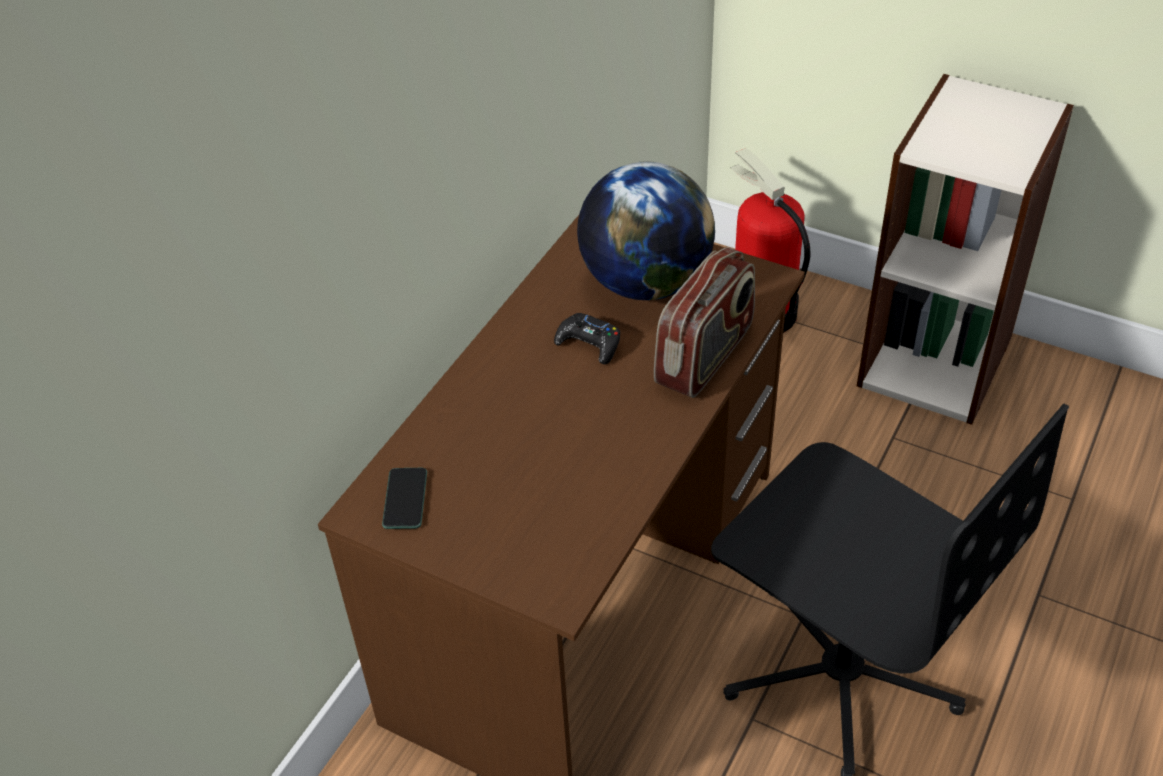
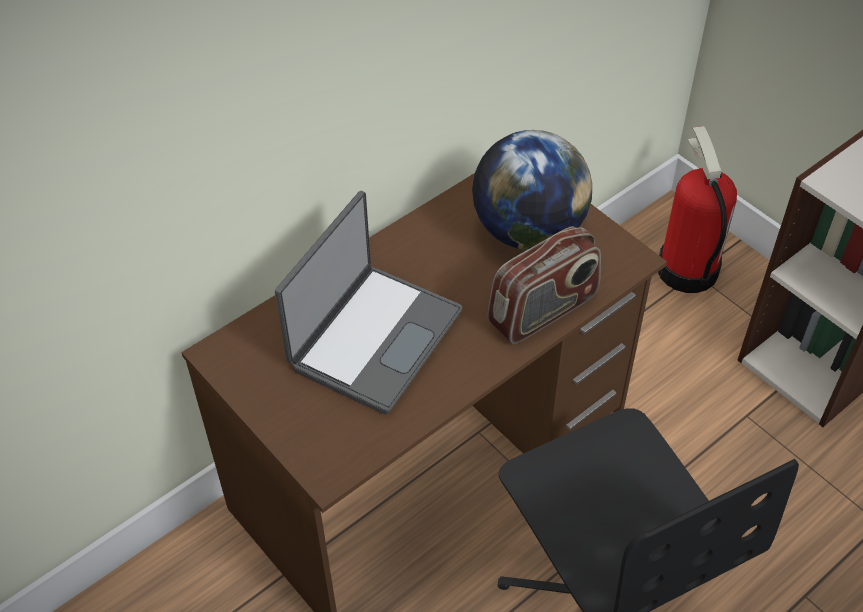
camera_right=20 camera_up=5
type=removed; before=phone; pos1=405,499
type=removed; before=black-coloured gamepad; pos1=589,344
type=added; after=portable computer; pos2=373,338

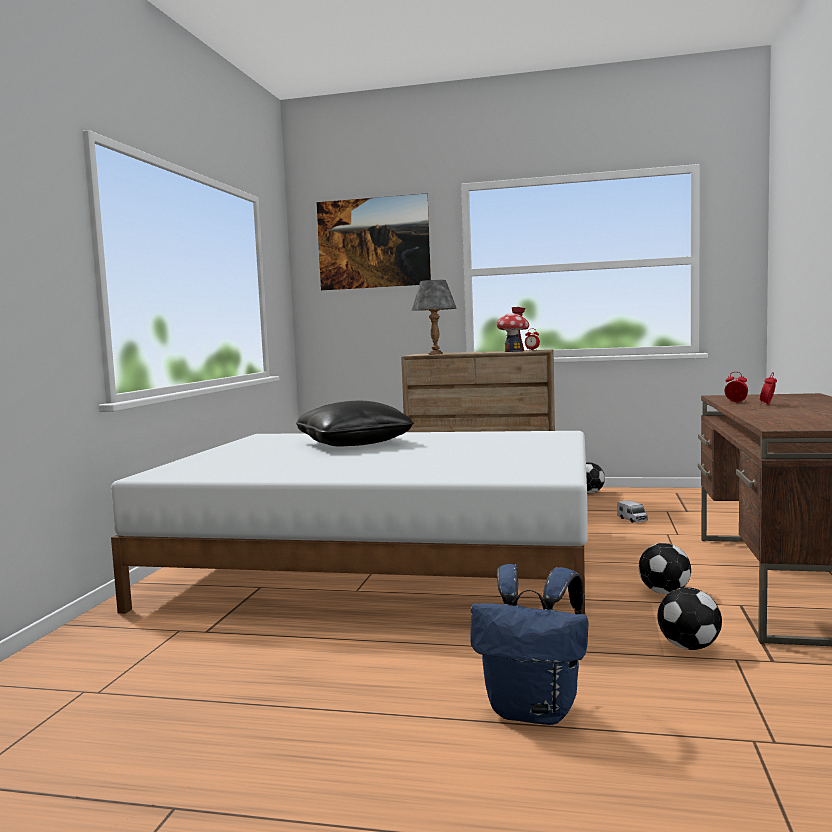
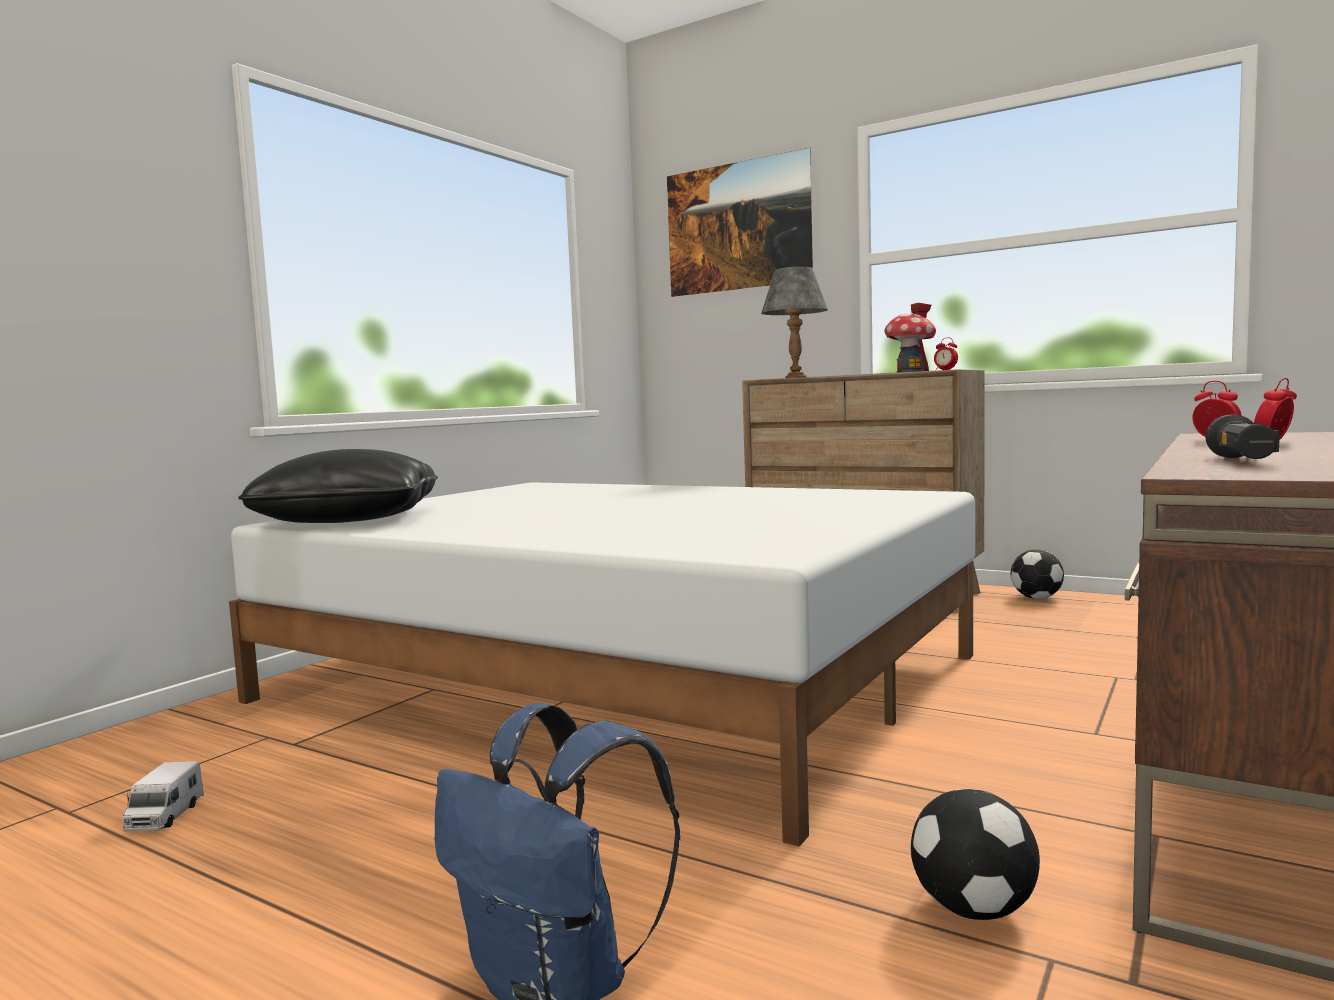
camera_right=20 camera_up=0
type=moved; before=black-coloured throw pillow; pos1=354,443; pos2=350,519
type=moved; before=model truck; pos1=632,519; pos2=164,816
type=removed; before=football ball; pos1=665,592
type=added; after=black-coloured torch; pos2=1242,461

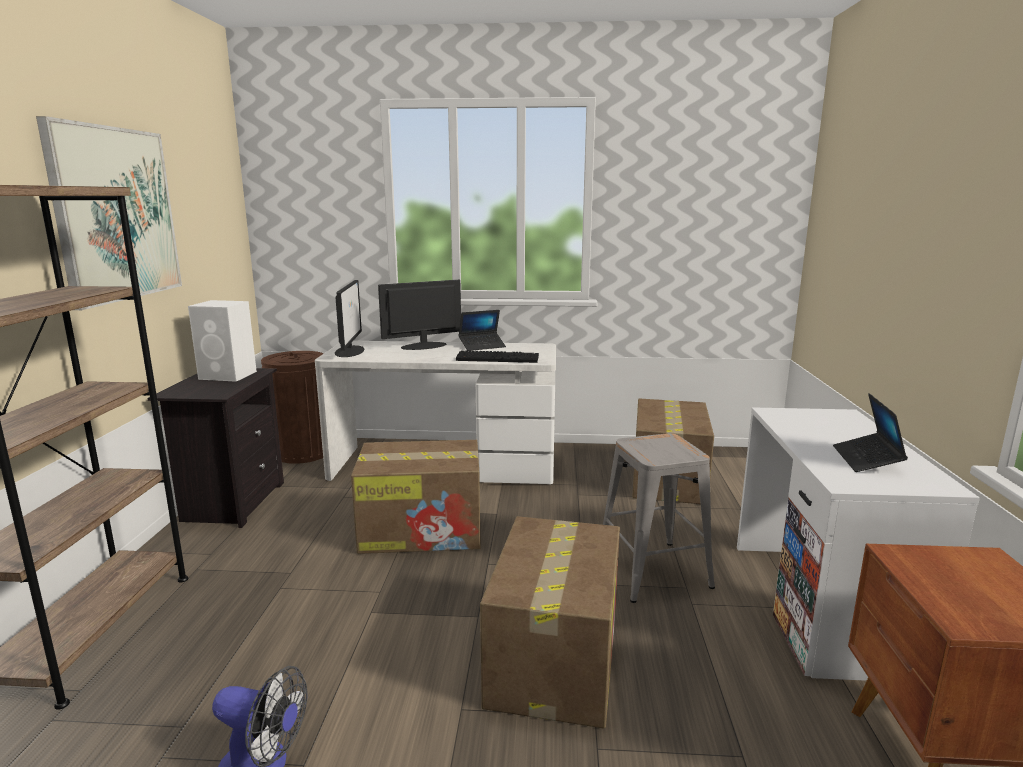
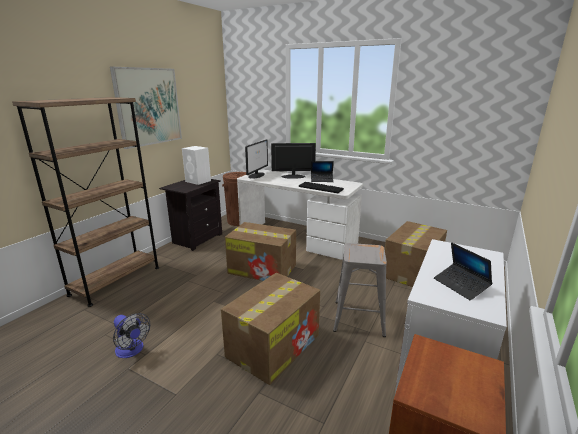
camera_right=25 camera_up=5
type=turned; before=portable computer; pos1=867,460; pos2=460,285; turn=-60

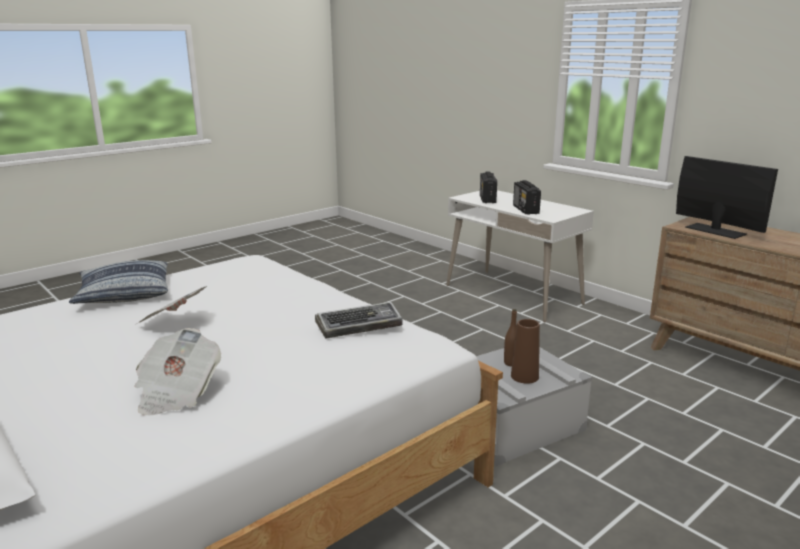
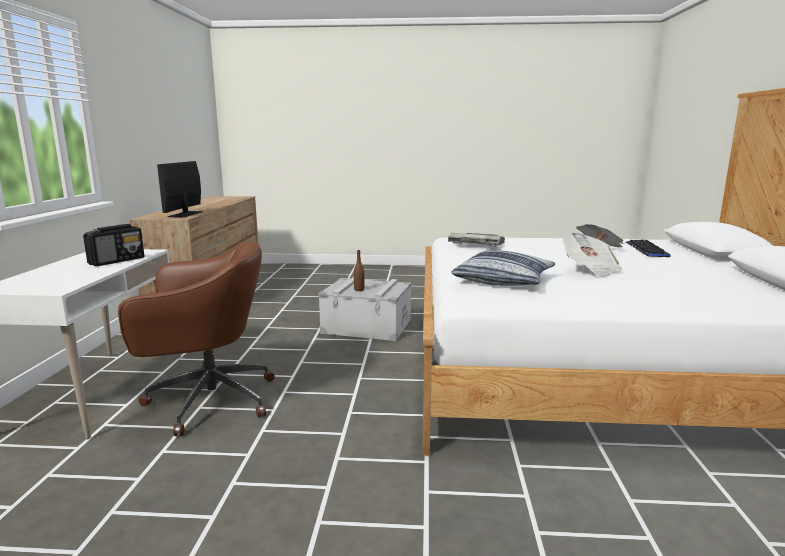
camera_right=-135 camera_up=-5
type=moved; before=throw pillow; pos1=124,293; pos2=504,280
type=removed; before=radio receiver; pos1=487,199
type=removed; before=brownish vase; pos1=524,376
type=added; after=brownish desk chair; pos2=207,400
type=added; after=PC keyboard; pos2=646,249

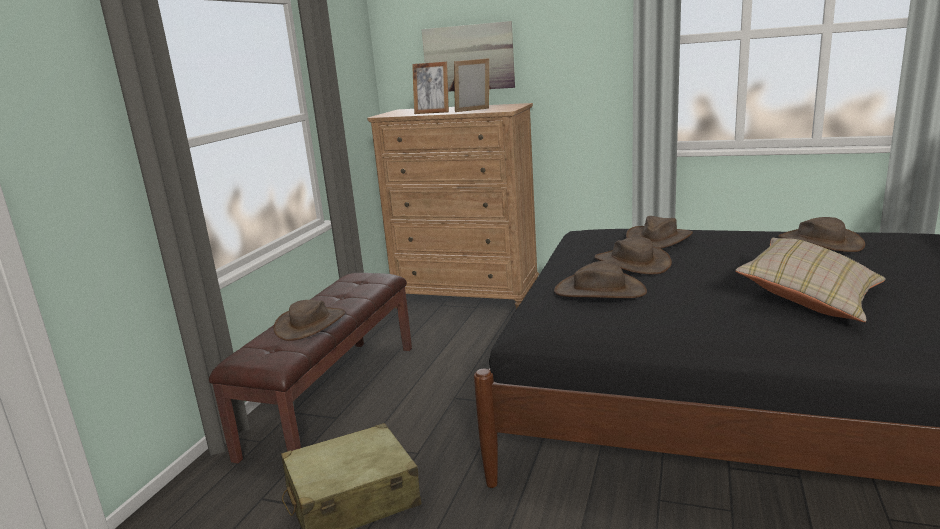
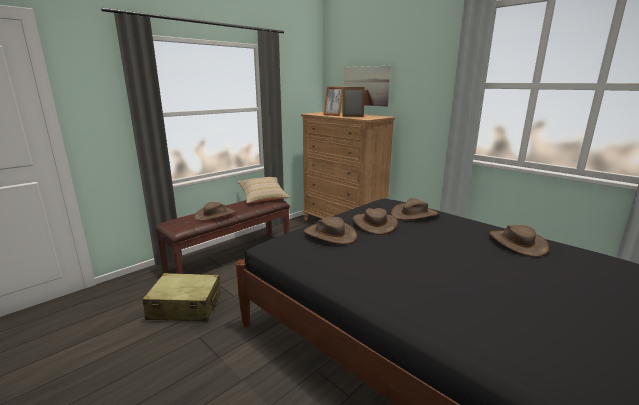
camera_right=25 camera_up=0
type=moved; before=sand-coloured throw pillow; pos1=809,299; pos2=263,198

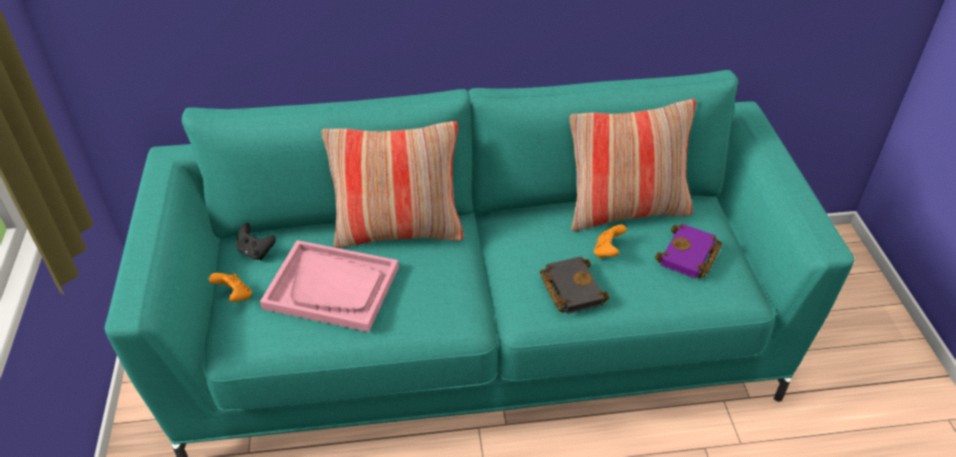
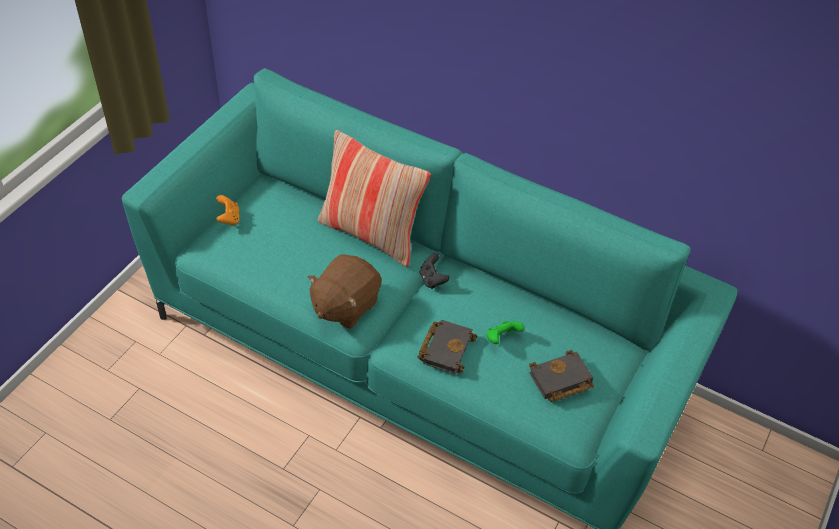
camera_right=35 camera_up=5
type=moved; before=black-coloured gamepad; pos1=256,252; pos2=432,280
type=removed; before=pink tray; pos1=332,287
type=removed; before=throw pillow; pos1=626,211
type=recoloured; before=orange-coloured gamepad; after=green gamepad; pos1=607,251; pos2=502,339
type=recoloured; before=purple-coloured book; after=black-coloured book; pos1=689,257; pos2=560,381
type=added; after=brownish soft toy; pos2=345,305

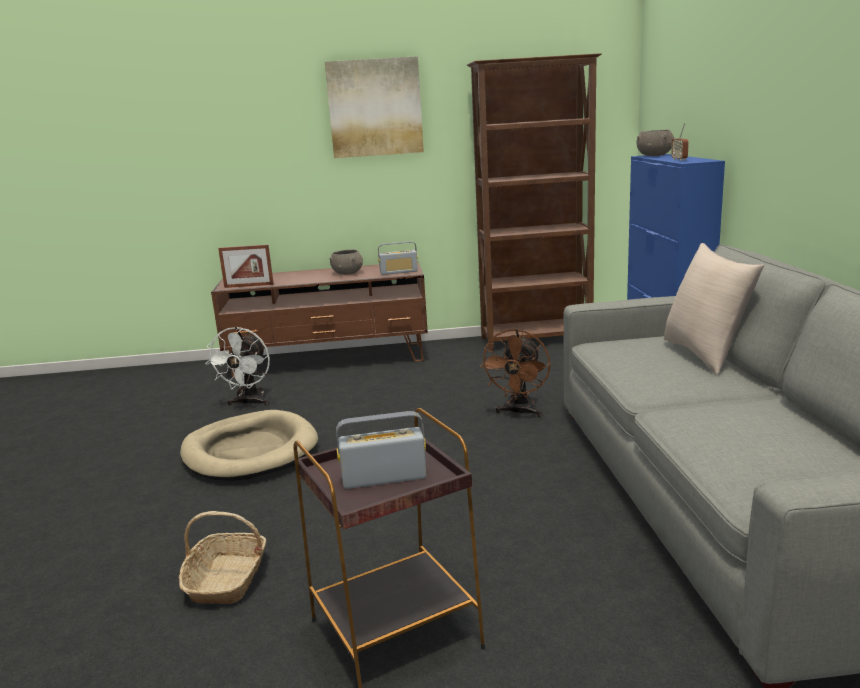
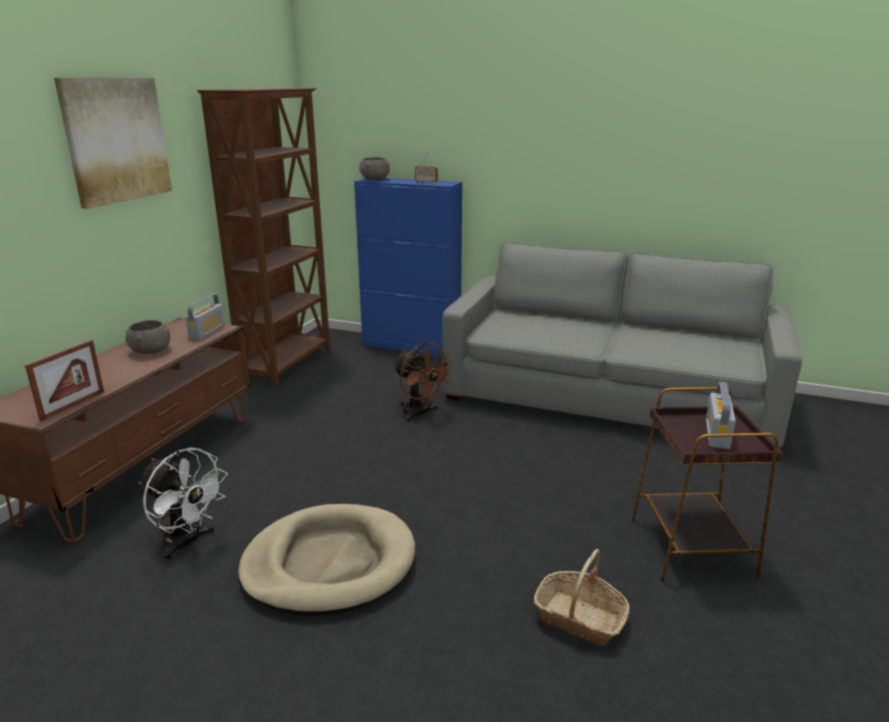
camera_right=-65 camera_up=5
type=removed; before=sand-coloured throw pillow; pos1=705,354

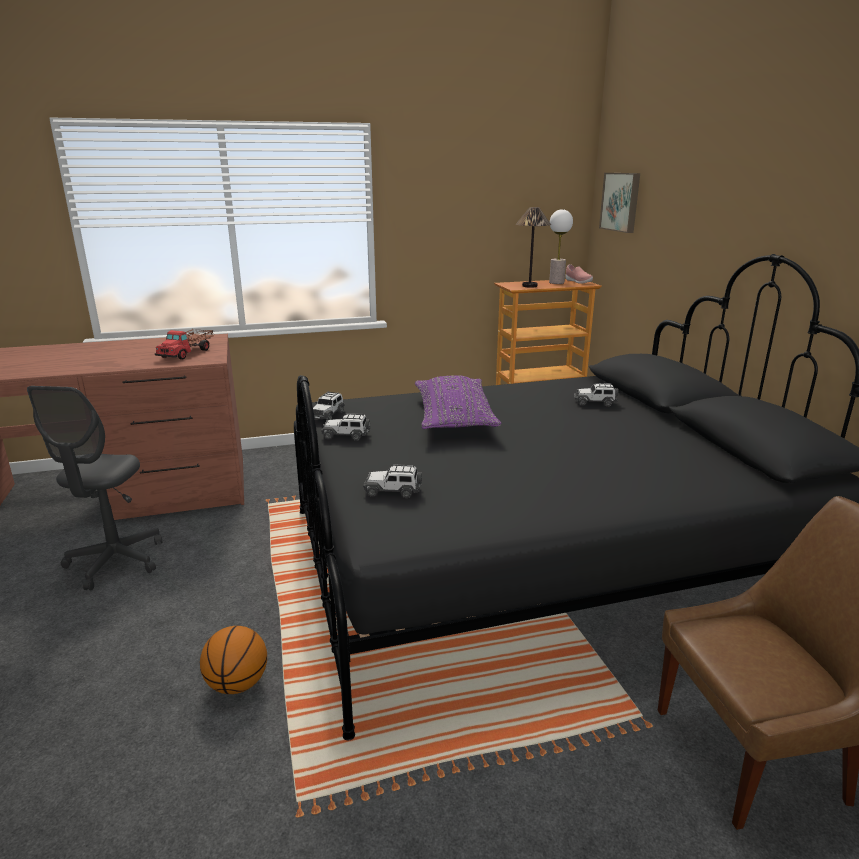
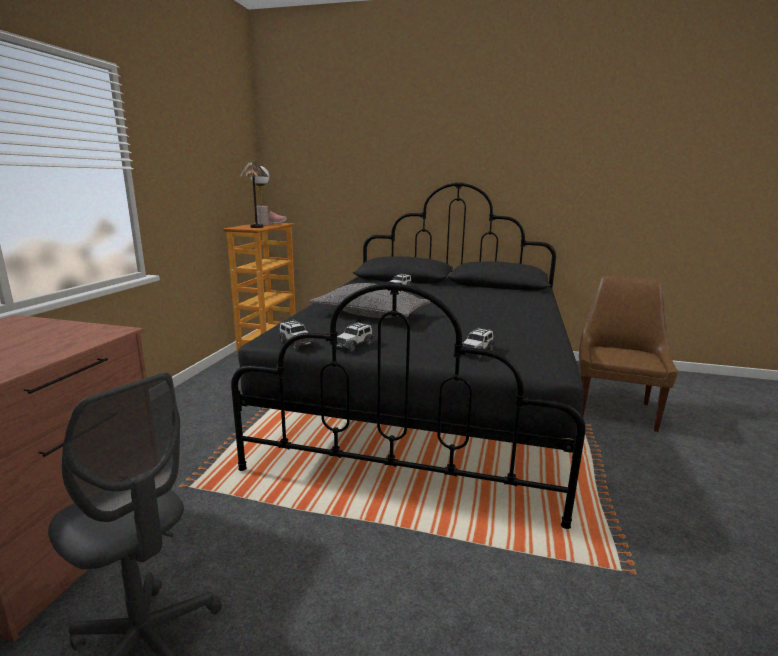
camera_right=-60 camera_up=-5
type=removed; before=model truck; pos1=187,353
type=removed; before=basketball; pos1=238,684
type=recoloured; before=purple-coloured throw pillow; after=grey throw pillow; pos1=454,418; pos2=370,315
type=removed; before=picture; pos1=621,202

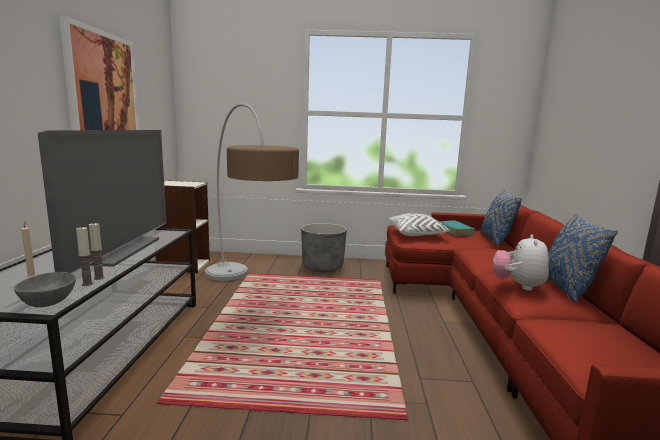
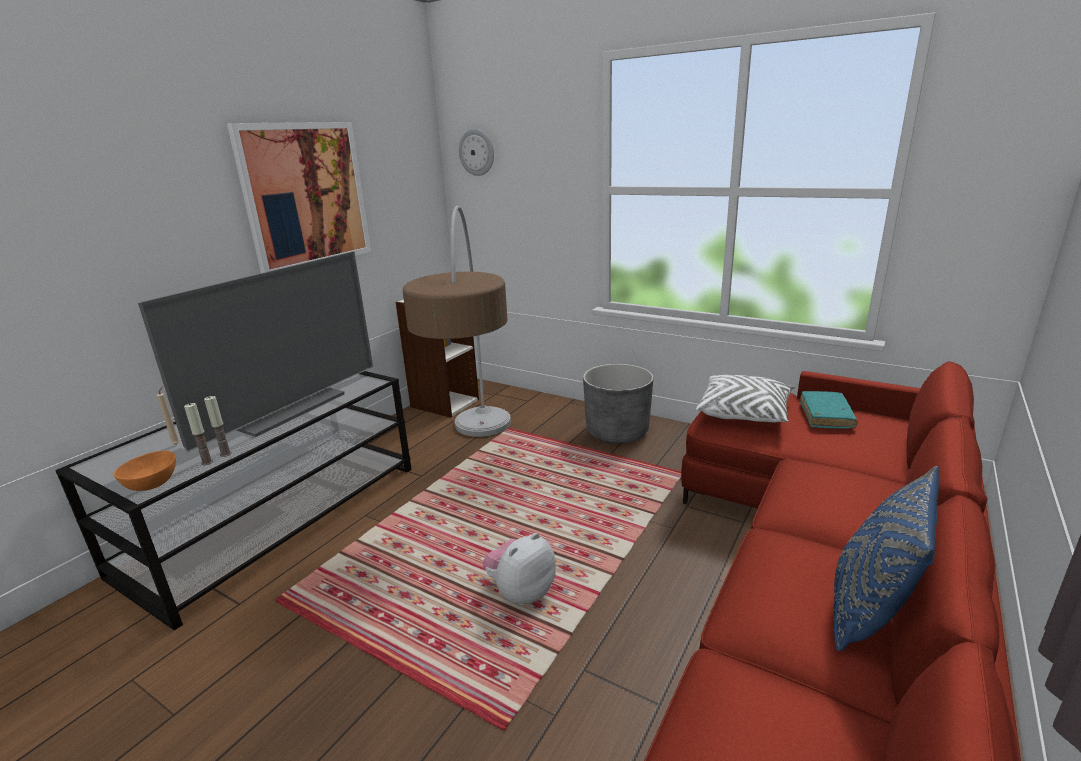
camera_right=30 camera_up=10
type=recoloured; before=grey deep dish; after=orange-coloured deep dish; pos1=50,302; pos2=154,484
type=removed; before=bluish throw pillow; pos1=495,239
type=moved; before=soft toy; pos1=518,286; pos2=521,592
type=added; after=wall clock; pos2=477,152

